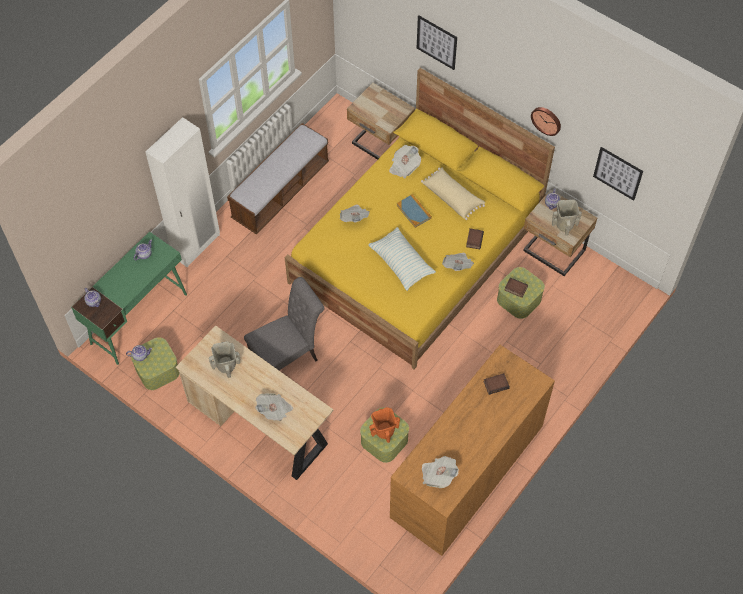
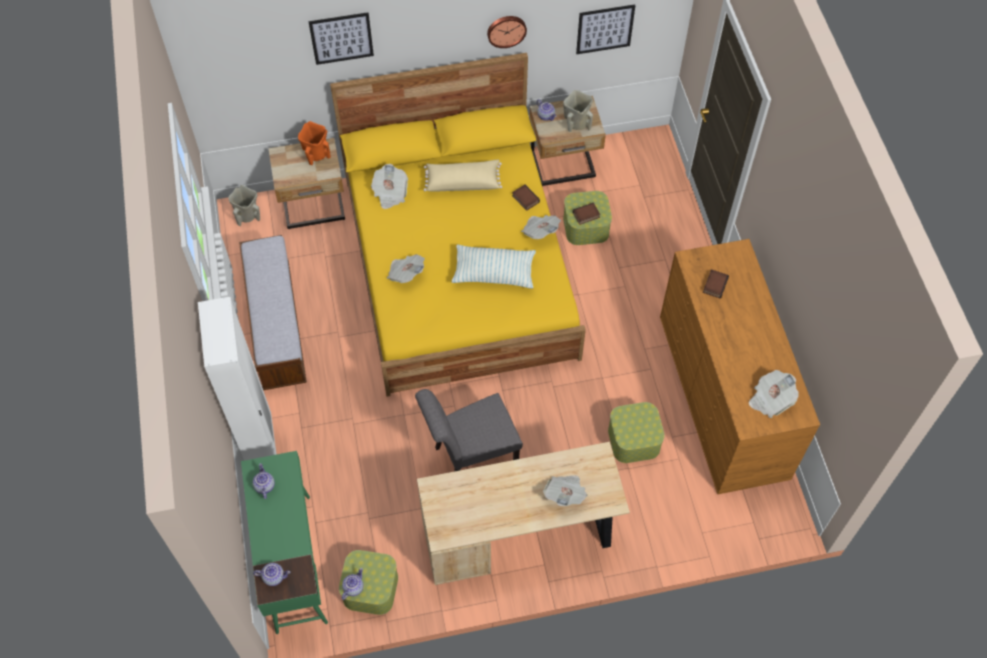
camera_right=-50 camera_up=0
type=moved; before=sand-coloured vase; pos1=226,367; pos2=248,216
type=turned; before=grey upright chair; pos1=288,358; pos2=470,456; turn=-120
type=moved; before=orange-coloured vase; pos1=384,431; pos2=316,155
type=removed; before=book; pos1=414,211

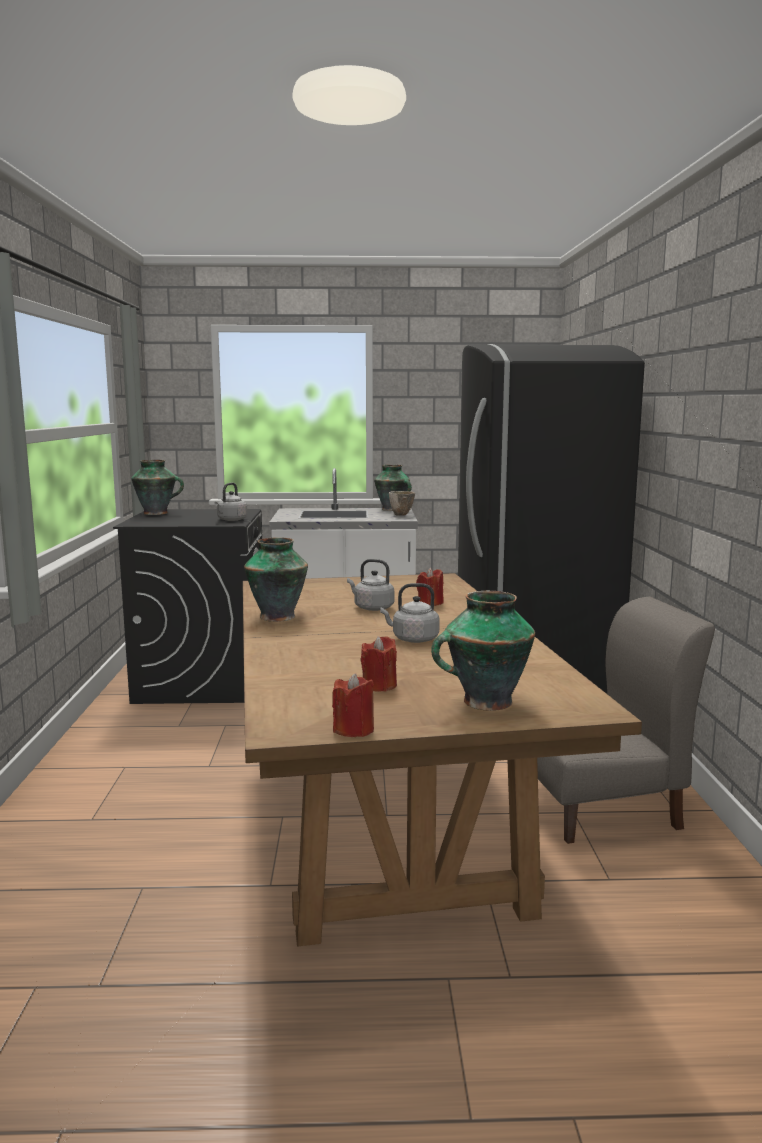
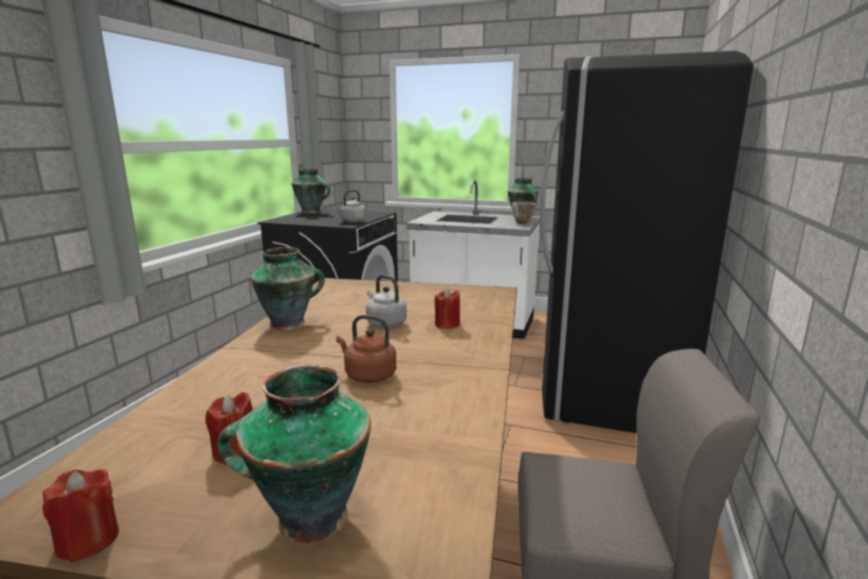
camera_right=20 camera_up=5
type=recoloured; before=grey tea kettle; after=brownish tea kettle; pos1=412,639; pos2=368,375

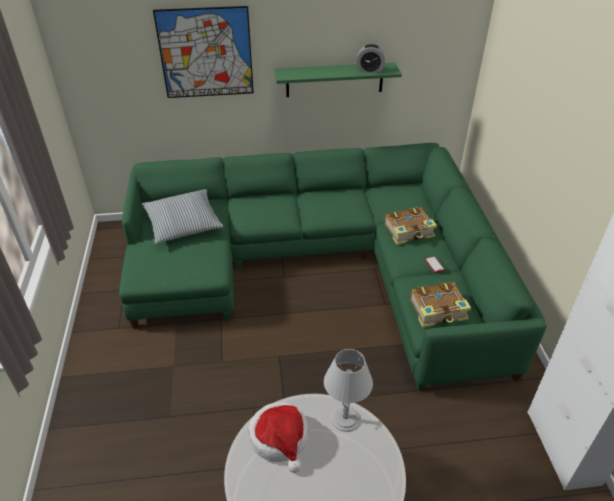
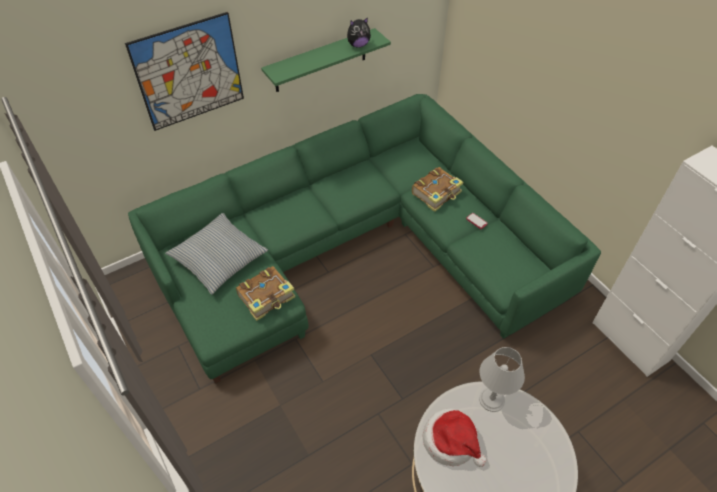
camera_right=-25 camera_up=10
type=replaced; before=bedside clock; after=soft toy; pos1=370,70; pos2=358,45
type=moved; before=book; pos1=438,310; pos2=267,297

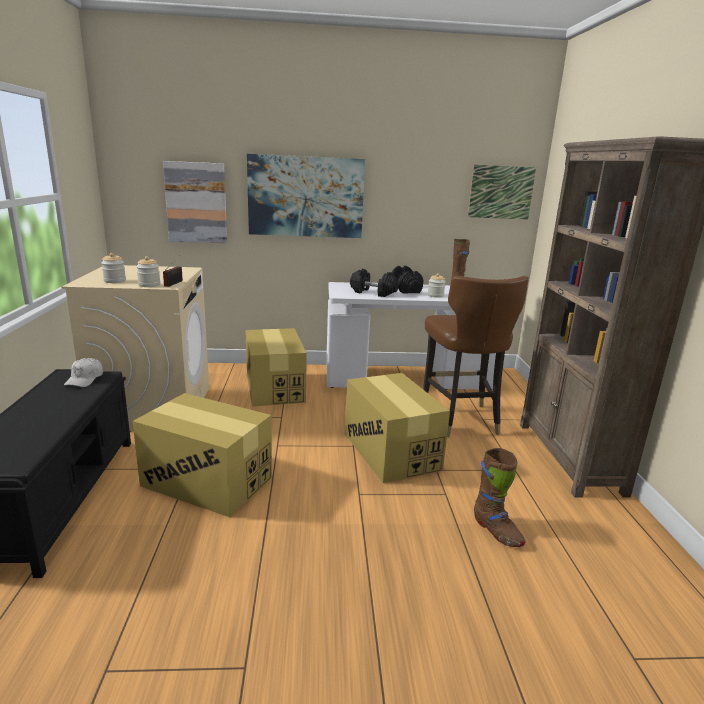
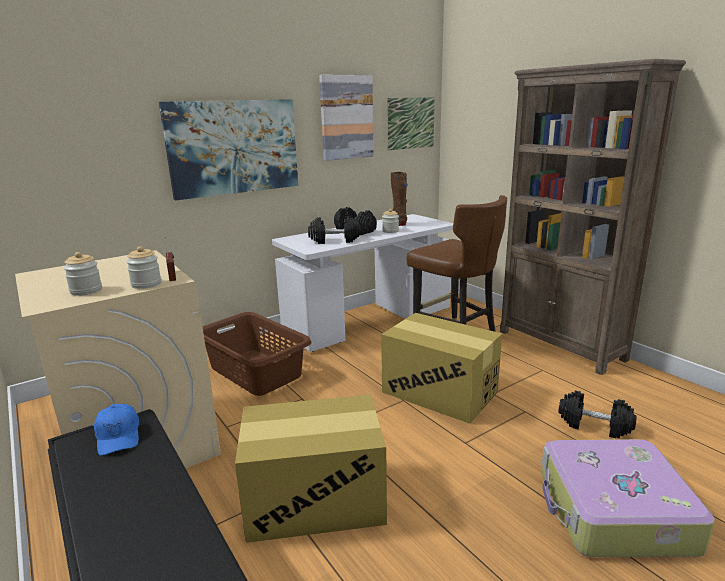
camera_right=-30 camera_up=0
type=recoloured; before=white cap; after=bluish cap; pos1=85,379; pos2=119,436
type=moved; before=picture; pos1=196,203; pos2=346,117
type=replaced; before=cardboard box; after=brownish laundry basket; pos1=274,388; pos2=256,371
type=replaced; before=brownish high-top boot; after=black-coloured dumbbell; pos1=496,531; pos2=594,425
type=added; after=piece of luggage; pos2=613,512

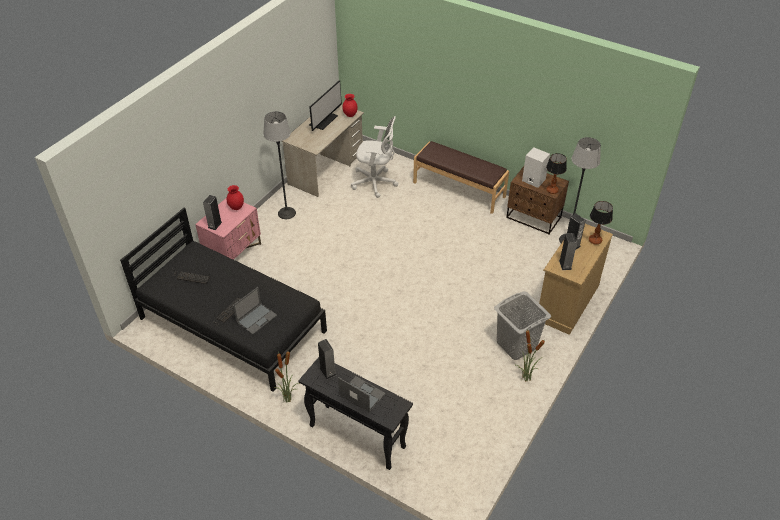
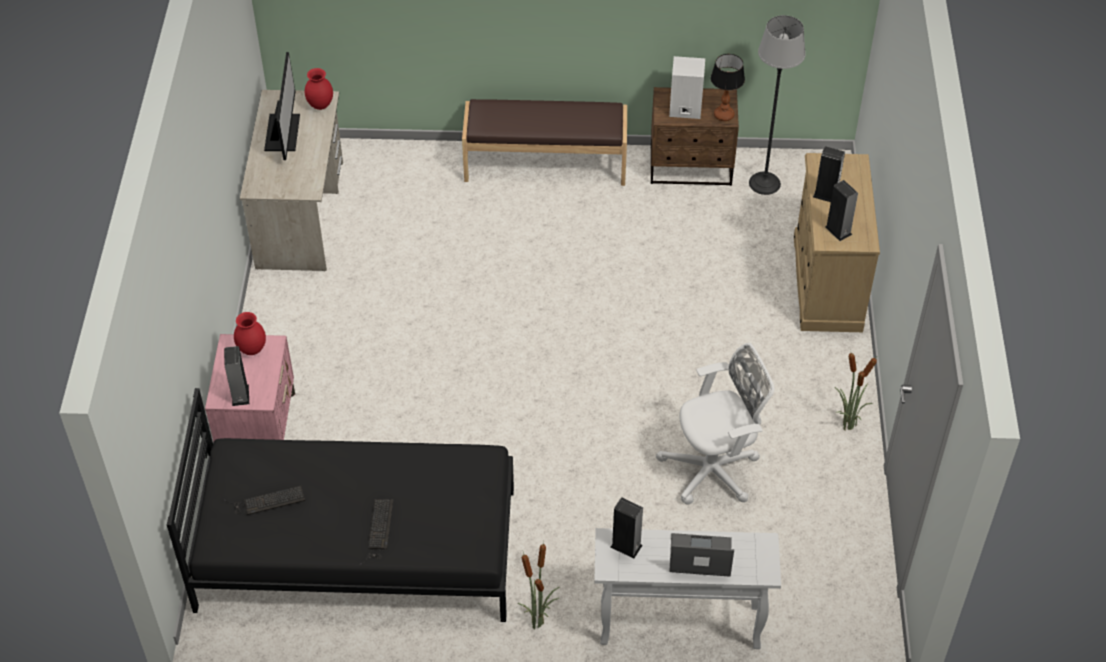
camera_right=-30 camera_up=5
type=removed; before=portable computer; pos1=257,318
type=removed; before=standard lamp; pos1=287,213
type=recoloured; before=black-coloured console table; after=white console table; pos1=356,436; pos2=678,625
type=moved; before=white desk chair; pos1=376,183; pos2=714,469
type=removed; before=grey laundry basket; pos1=516,344
type=removed; before=lamp for a table; pos1=594,240

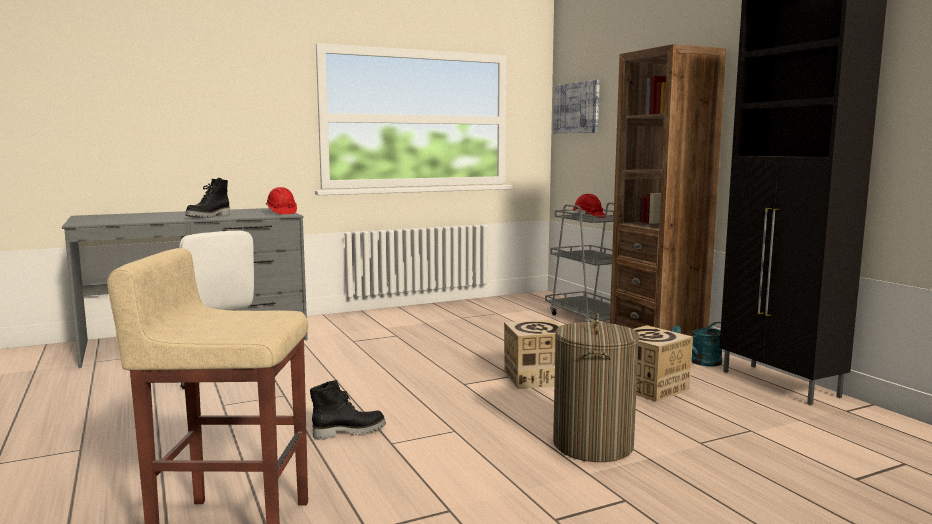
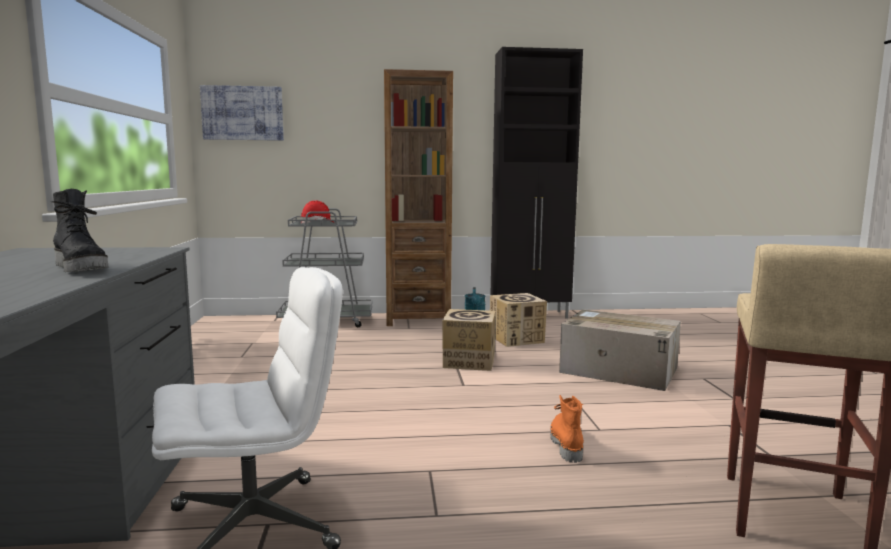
camera_right=-70 camera_up=0
type=removed; before=reddish safety helmet; pos1=281,213
type=recoloured; before=black-coloured high-top boot; after=orange-coloured high-top boot; pos1=349,432; pos2=565,444
type=replaced; before=laundry basket; after=cardboard box; pos1=593,444; pos2=617,370

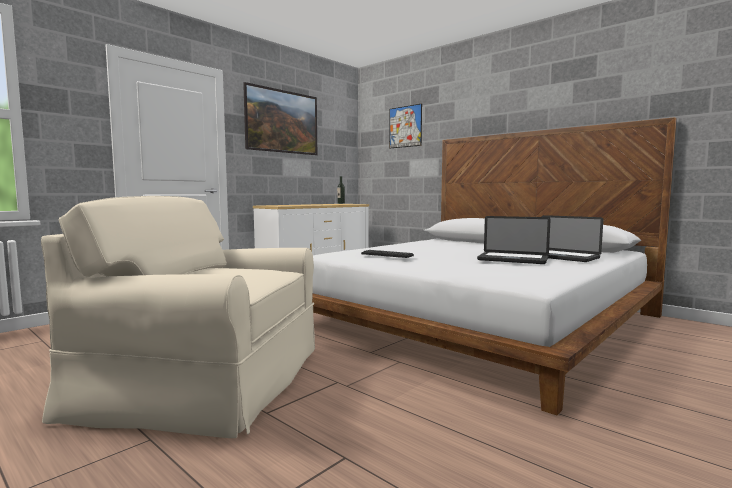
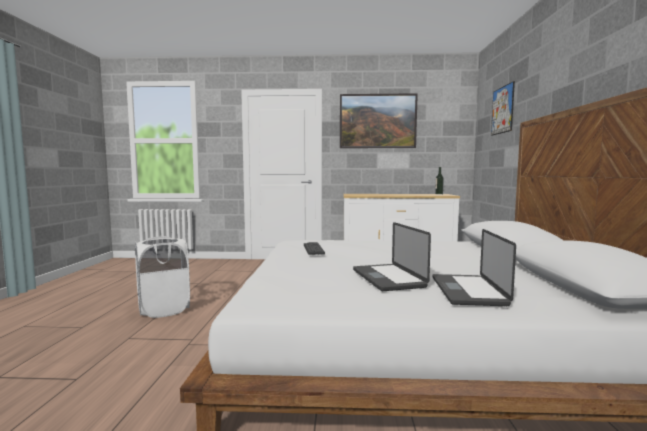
camera_right=50 camera_up=0
type=replaced; before=sand-coloured armchair; after=white laundry basket; pos1=206,379; pos2=164,309

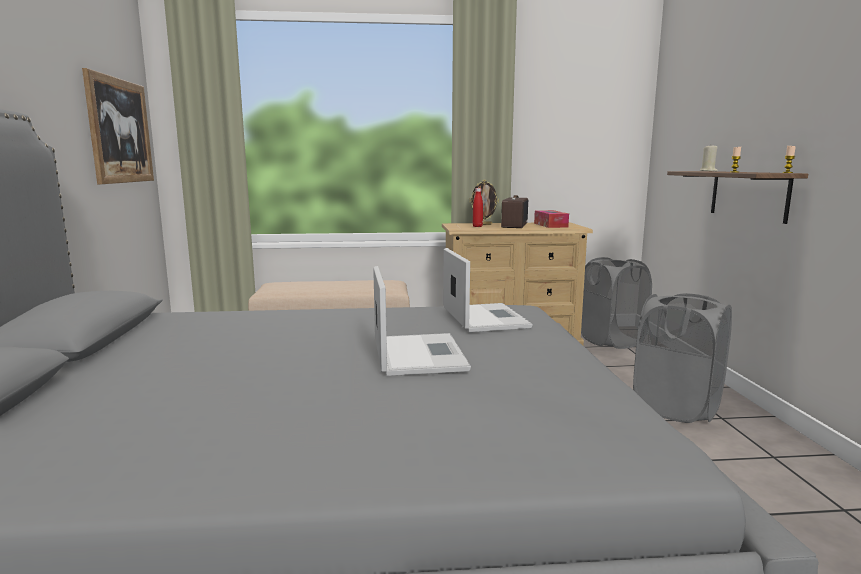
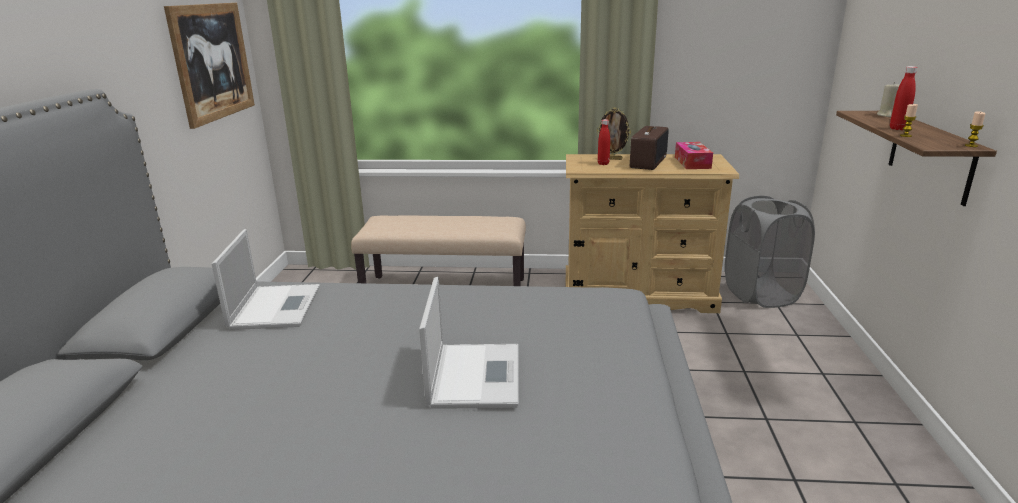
camera_right=10 camera_up=10
type=moved; before=portable computer; pos1=484,318; pos2=276,306
type=removed; before=grey laundry basket; pos1=676,408
type=added; after=reddish beverage bottle; pos2=898,128

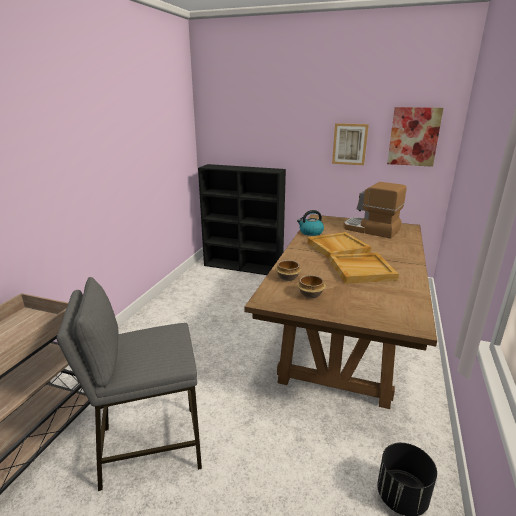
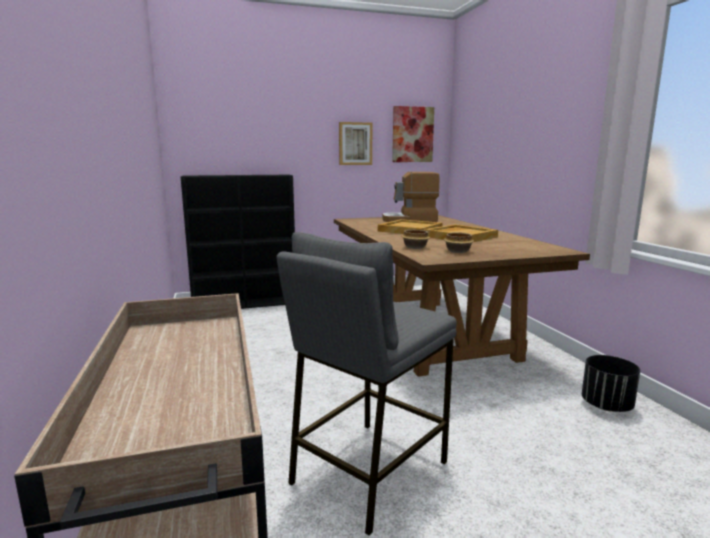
camera_right=-35 camera_up=-10
type=removed; before=tea kettle; pos1=310,232

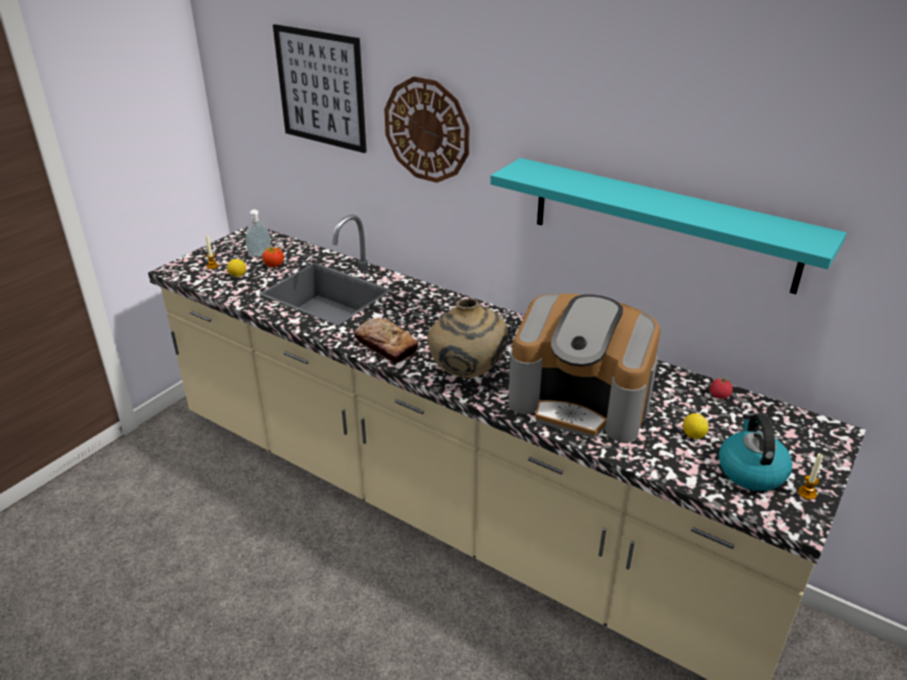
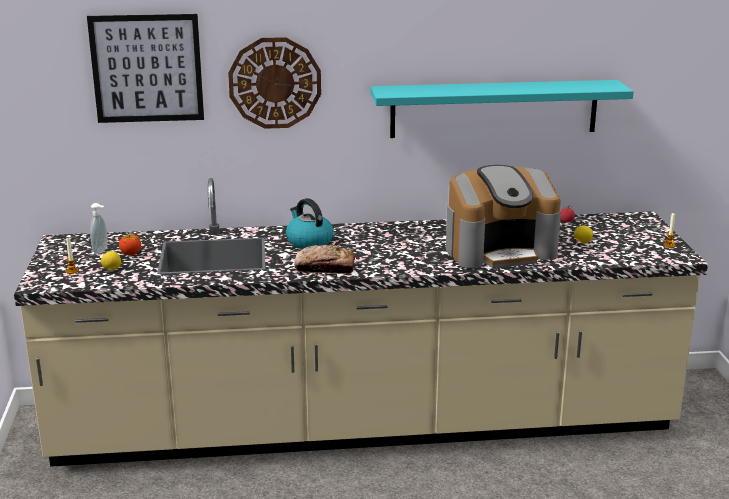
camera_right=-40 camera_up=-10
type=removed; before=sand-coloured vase; pos1=466,375
type=moved; before=tea kettle; pos1=750,471; pos2=309,241

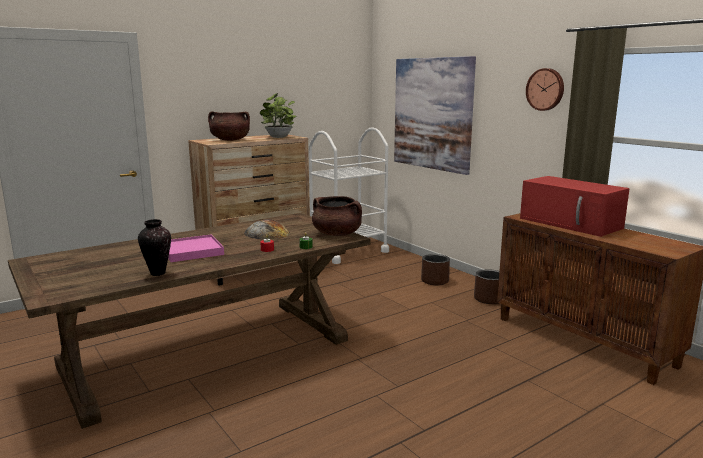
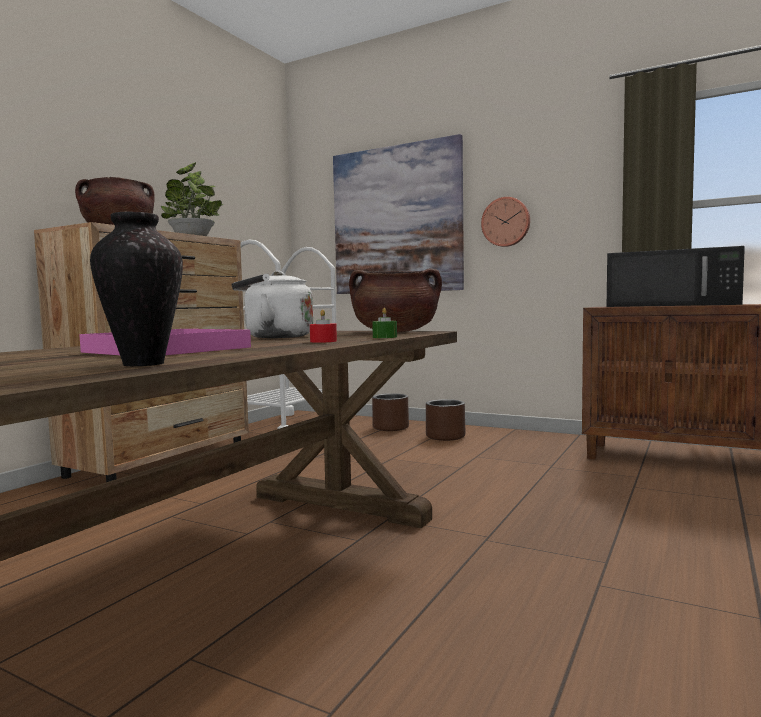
camera_right=-25 camera_up=-10
type=replaced; before=bakery bread; after=white tea kettle; pos1=266,233; pos2=274,337
type=moved; before=brownish planter; pos1=489,299; pos2=391,428
type=recoloured; before=reddish microwave; after=black-coloured microwave; pos1=571,223; pos2=673,305
type=moved; before=wall clock; pos1=545,89; pos2=506,222

